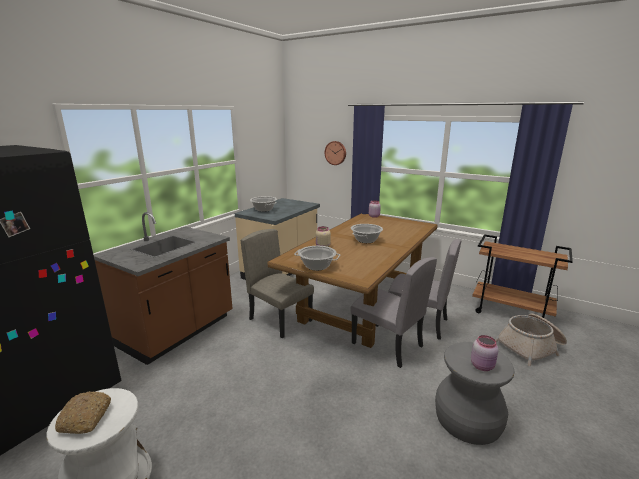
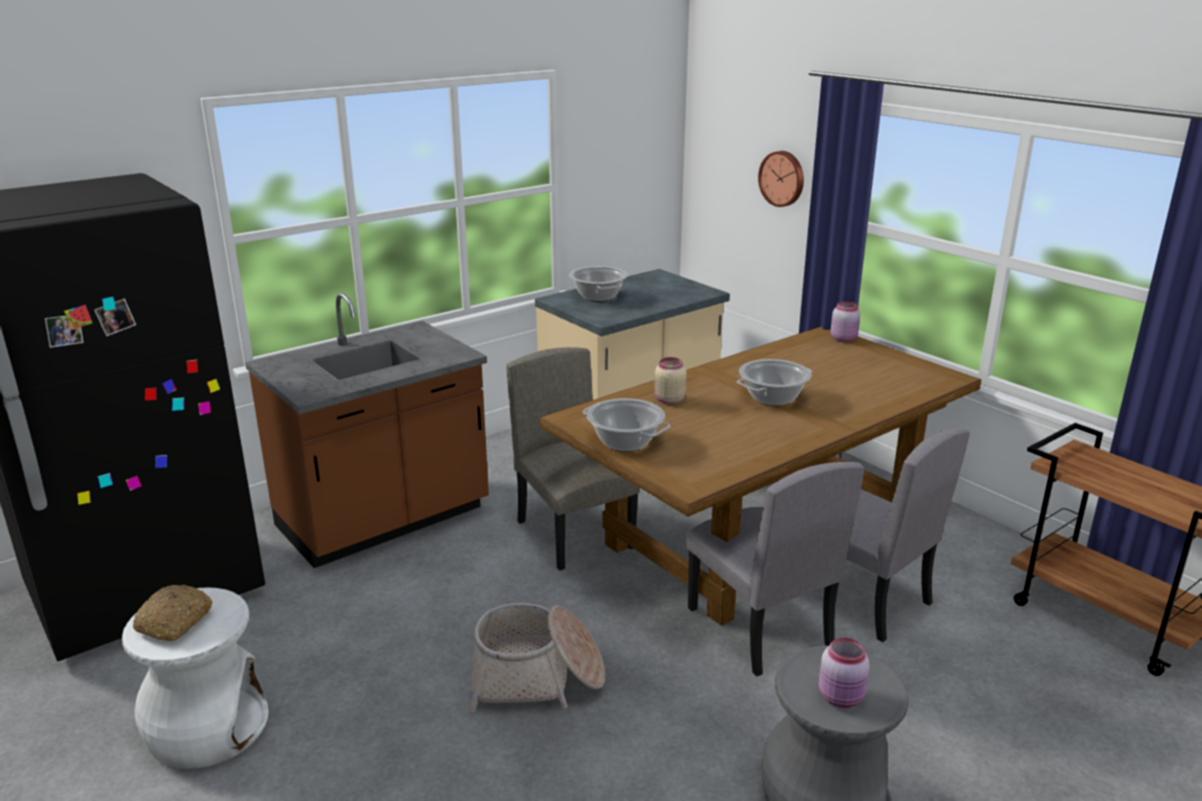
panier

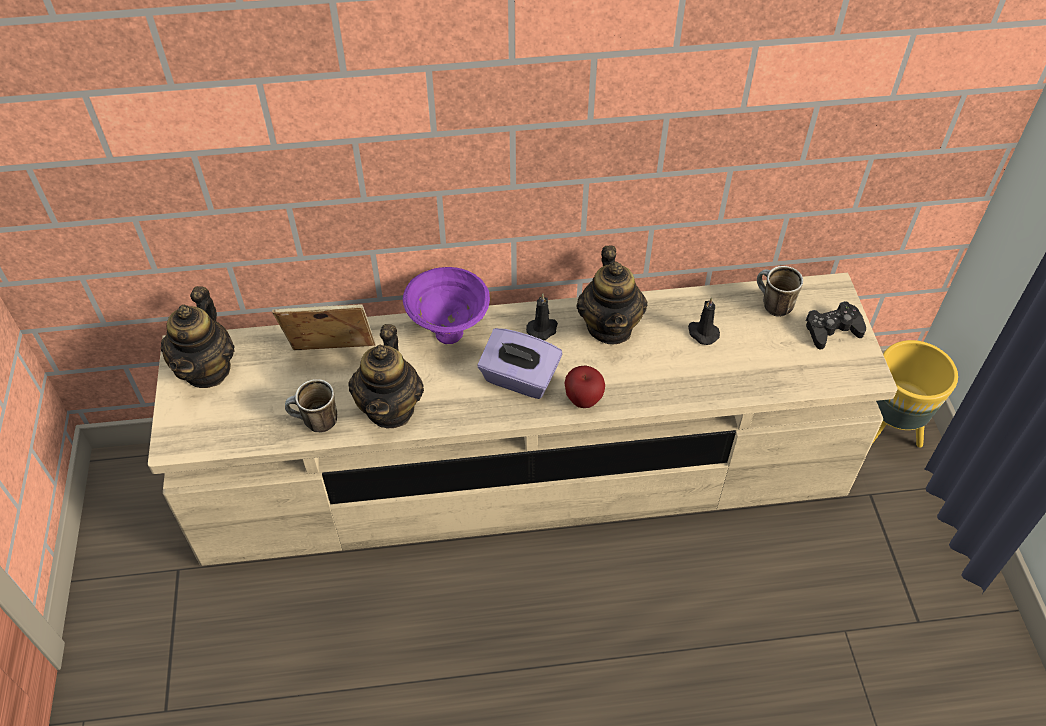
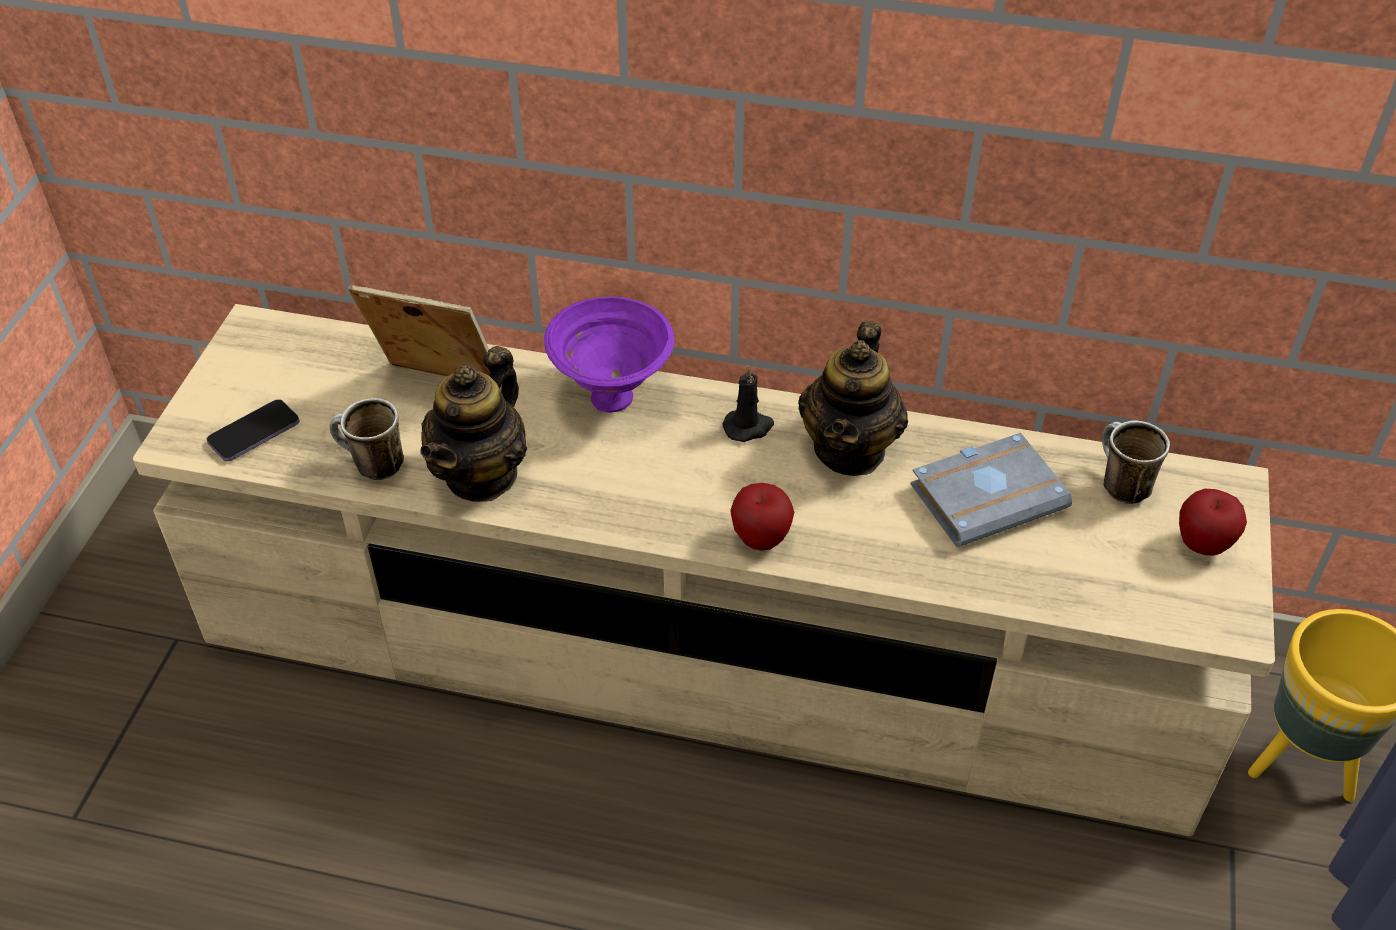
théière (no. 1 from left in the first image)
livre [gris]
pomme (no. 2 from left)
boîte à mouchoirs [violet]
téléphone

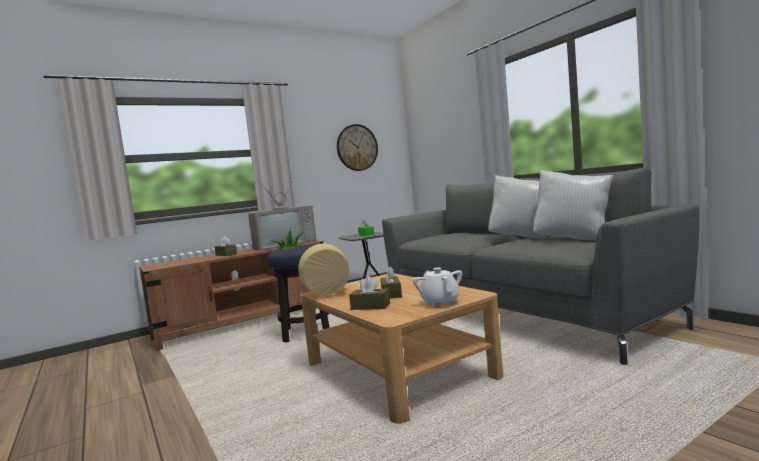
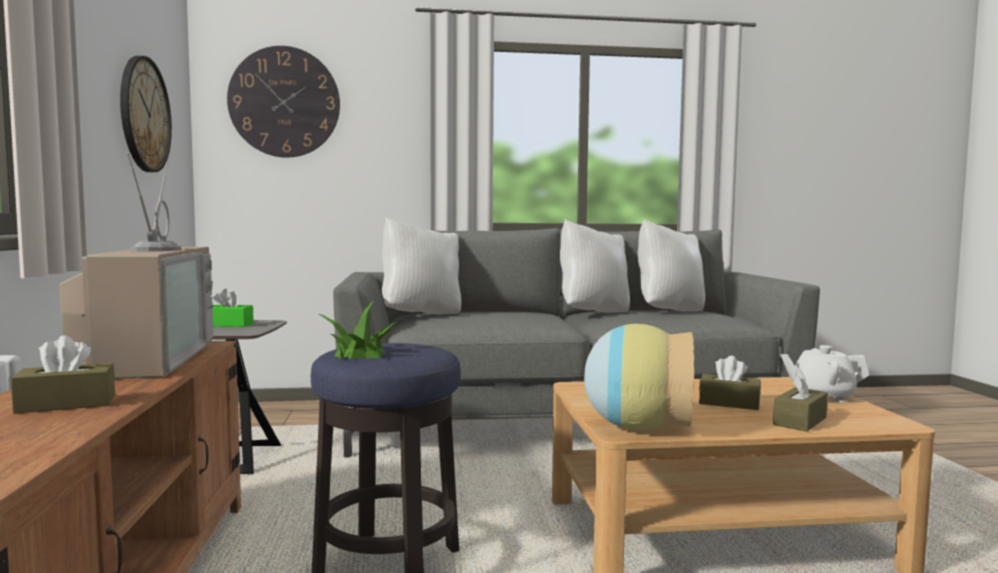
horloge murale (no. 2 from left)
coussin [blanc] (no. 1 from left)

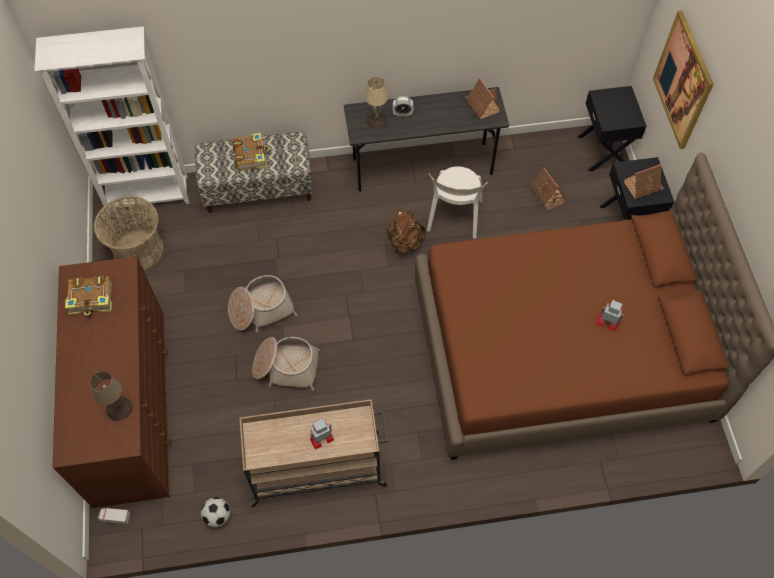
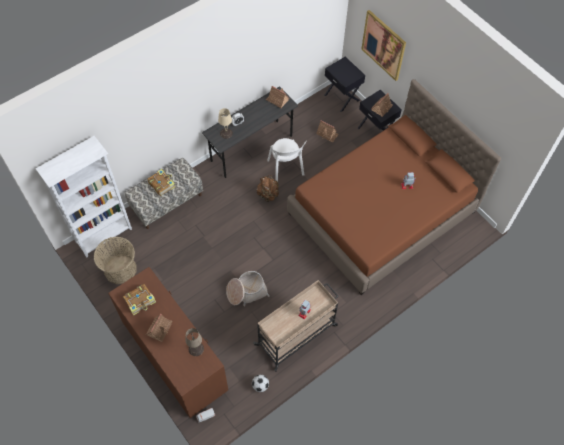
panier (no. 2 from left in the first image)
maison miniature (no. 1 from left)

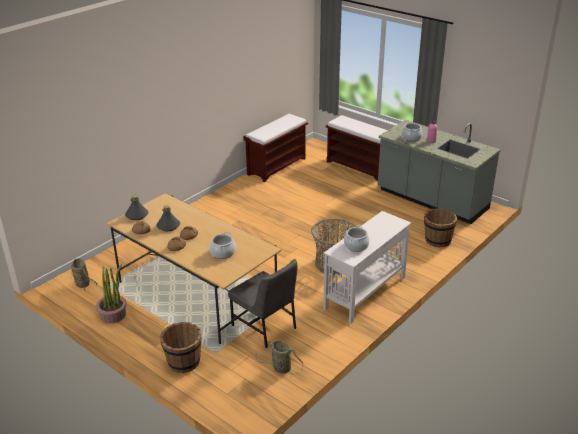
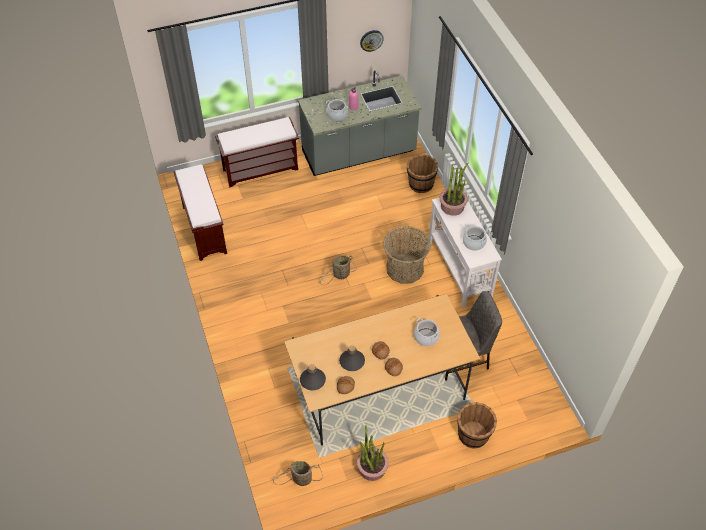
panier (no. 2 from left)
horloge murale
plante en pot (no. 2 from left)

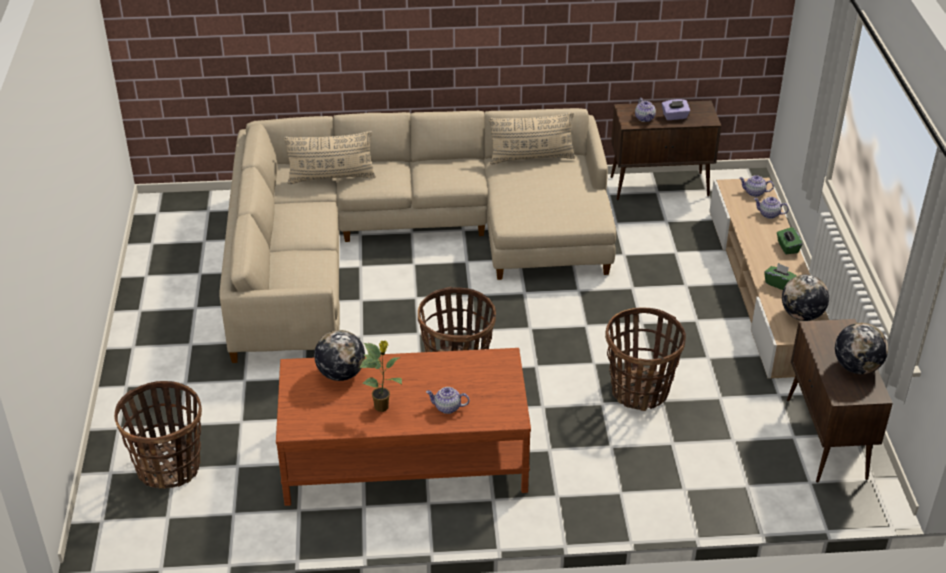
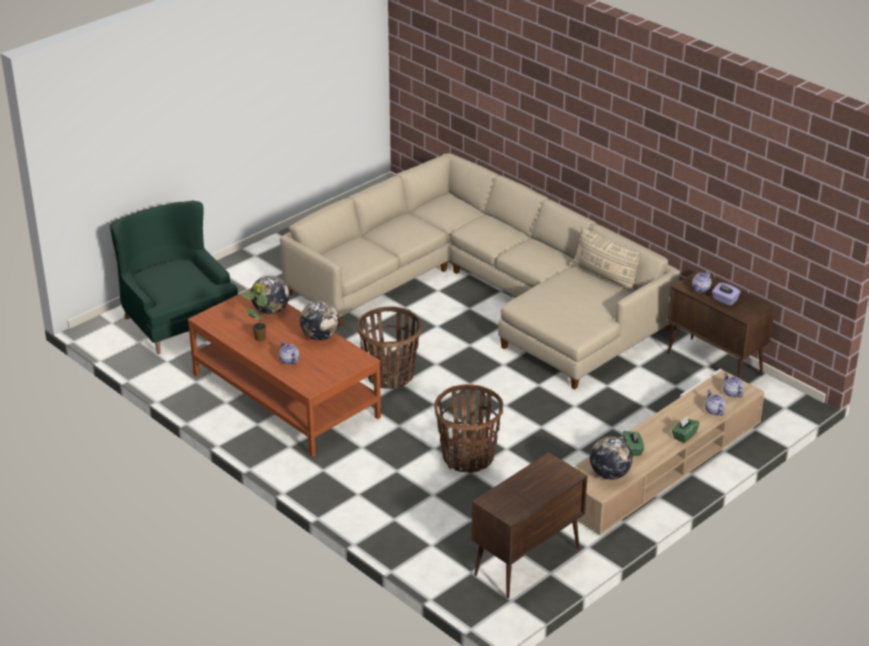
coussin [beige] (no. 1 from left in the first image)
globe (no. 2 from left)
fauteuil [vert]

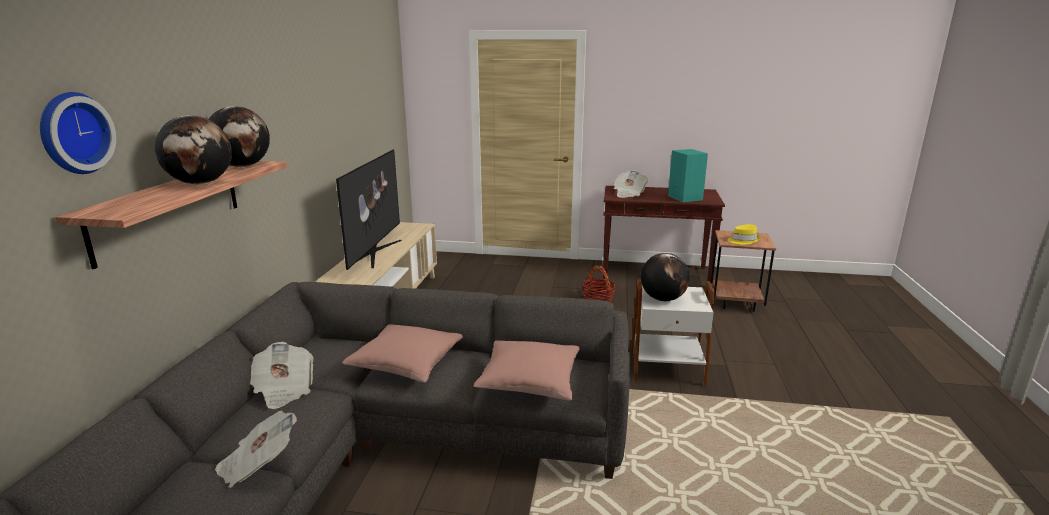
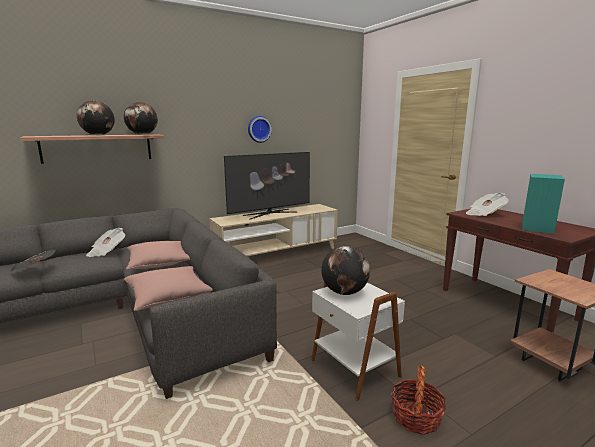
horloge murale
chapeau [jaune]
panier

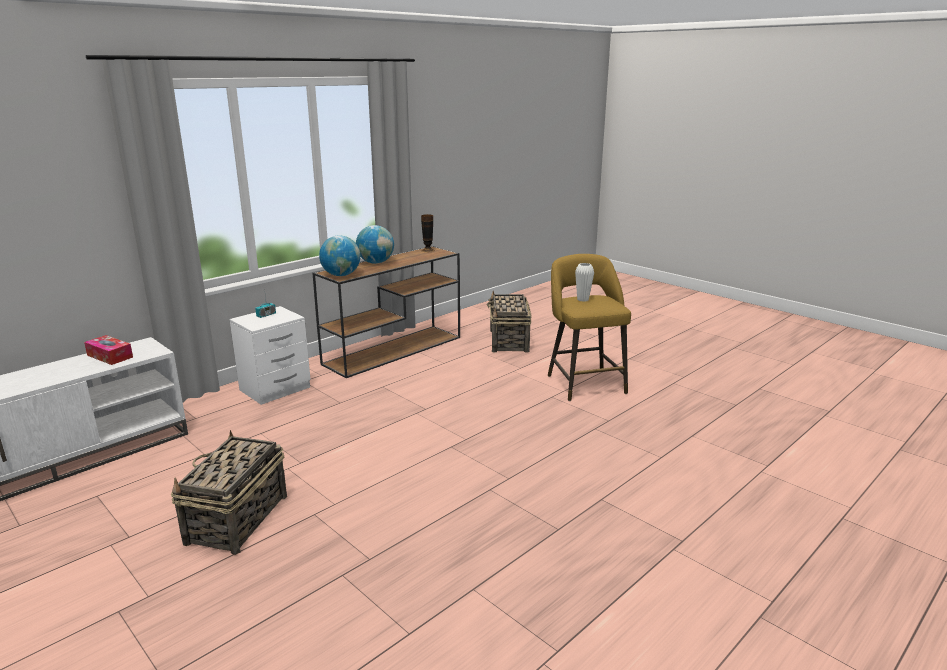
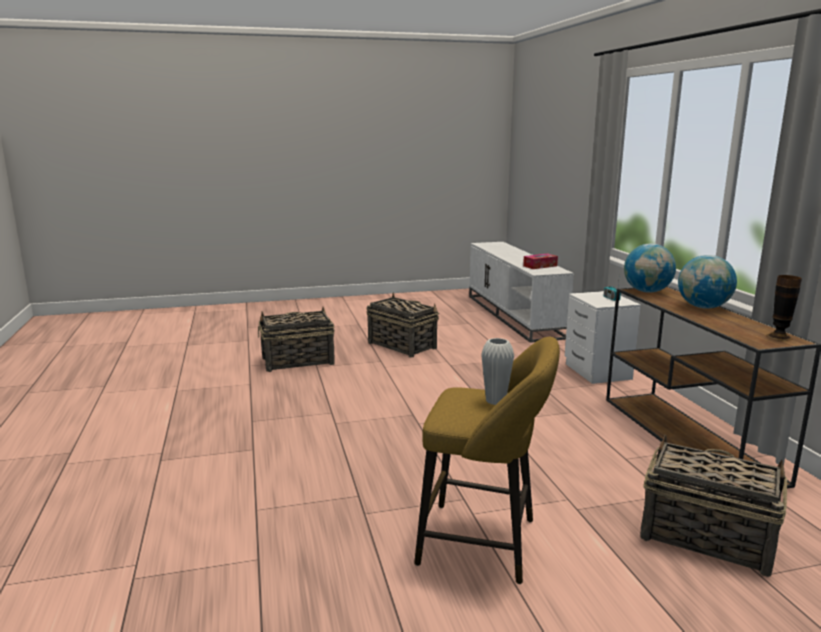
panier (no. 1 from left)

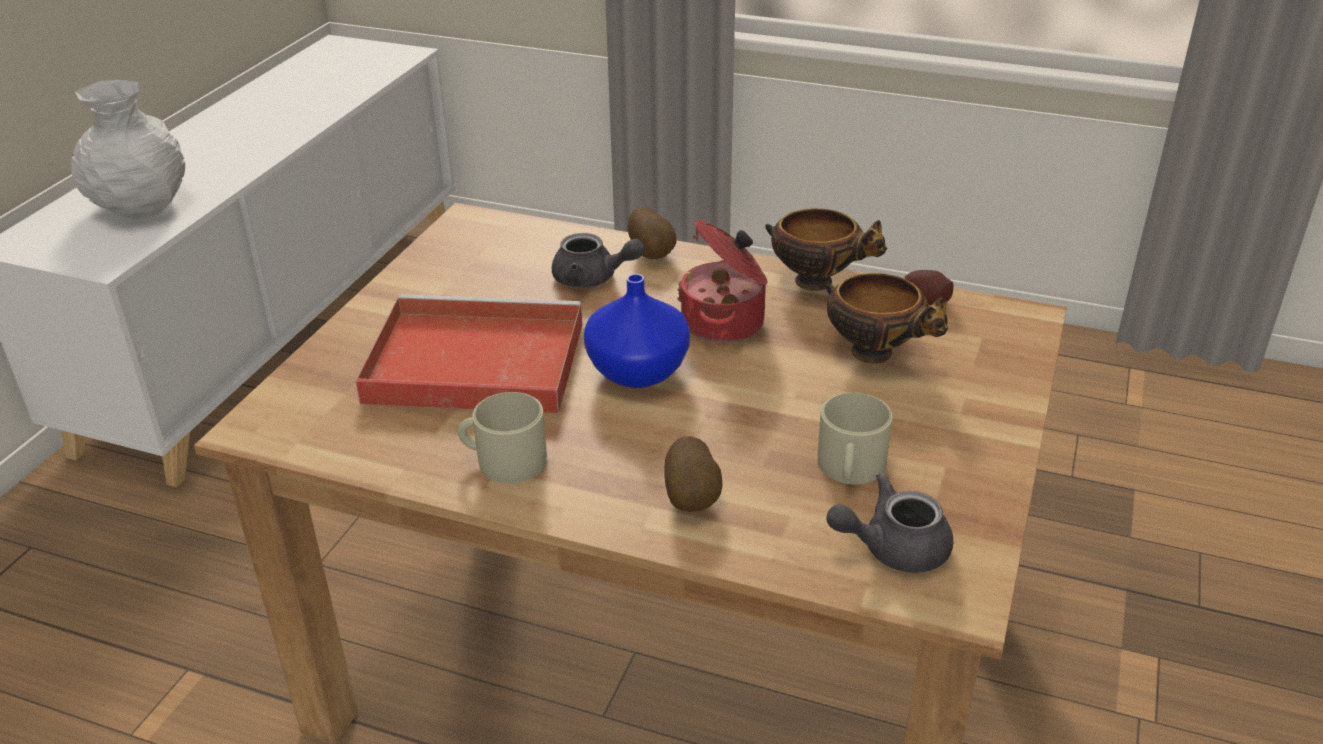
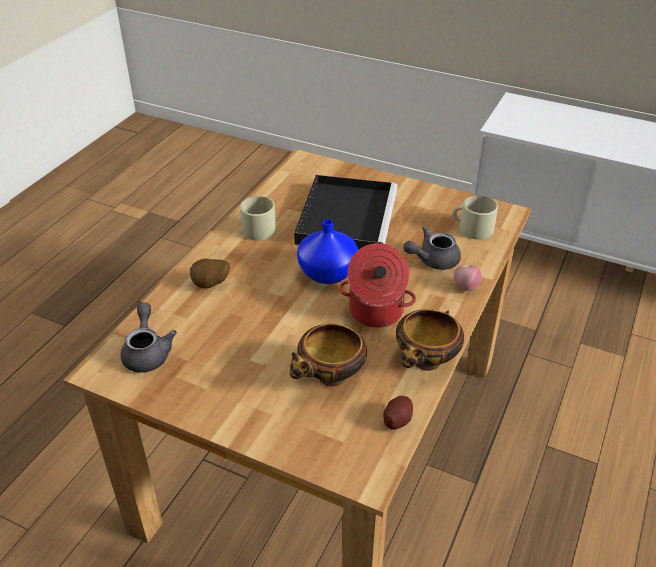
vase [blanc]
pomme
théière [gris] (no. 2 from left)
plateau [noir]
mug [beige] (no. 2 from left)

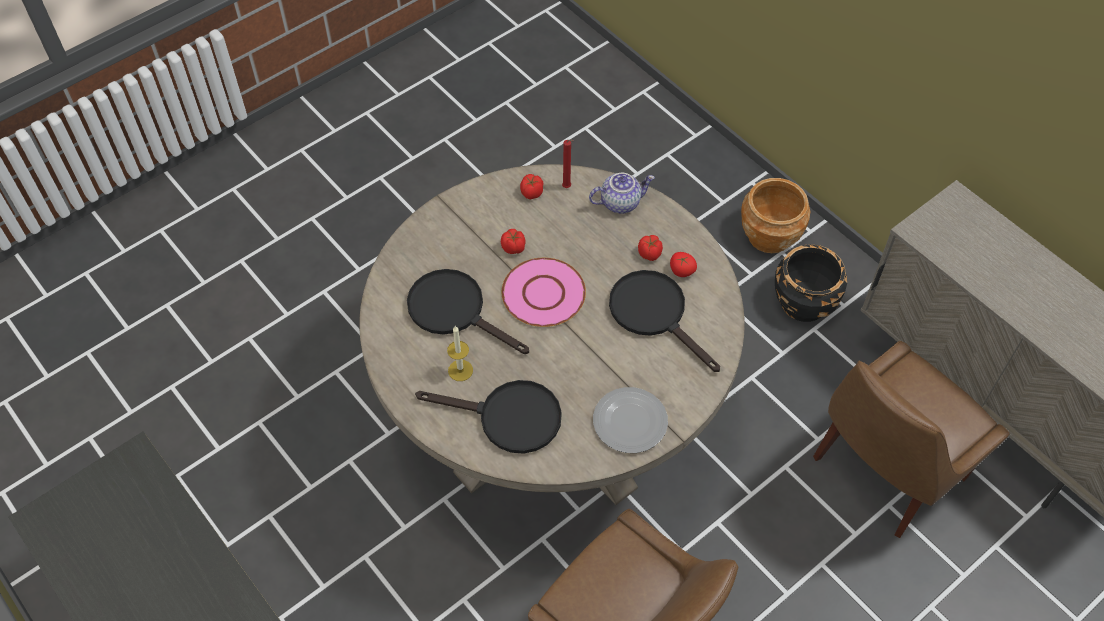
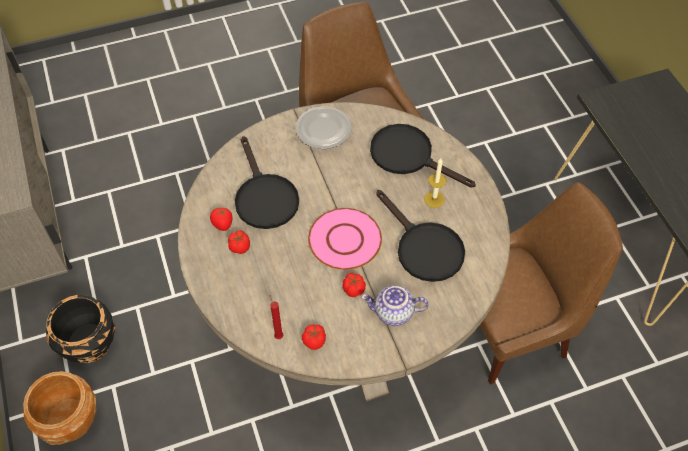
théière
chaise [marron] (no. 2 from left)

